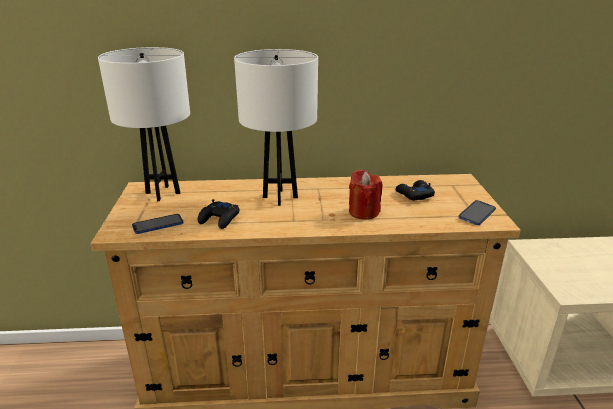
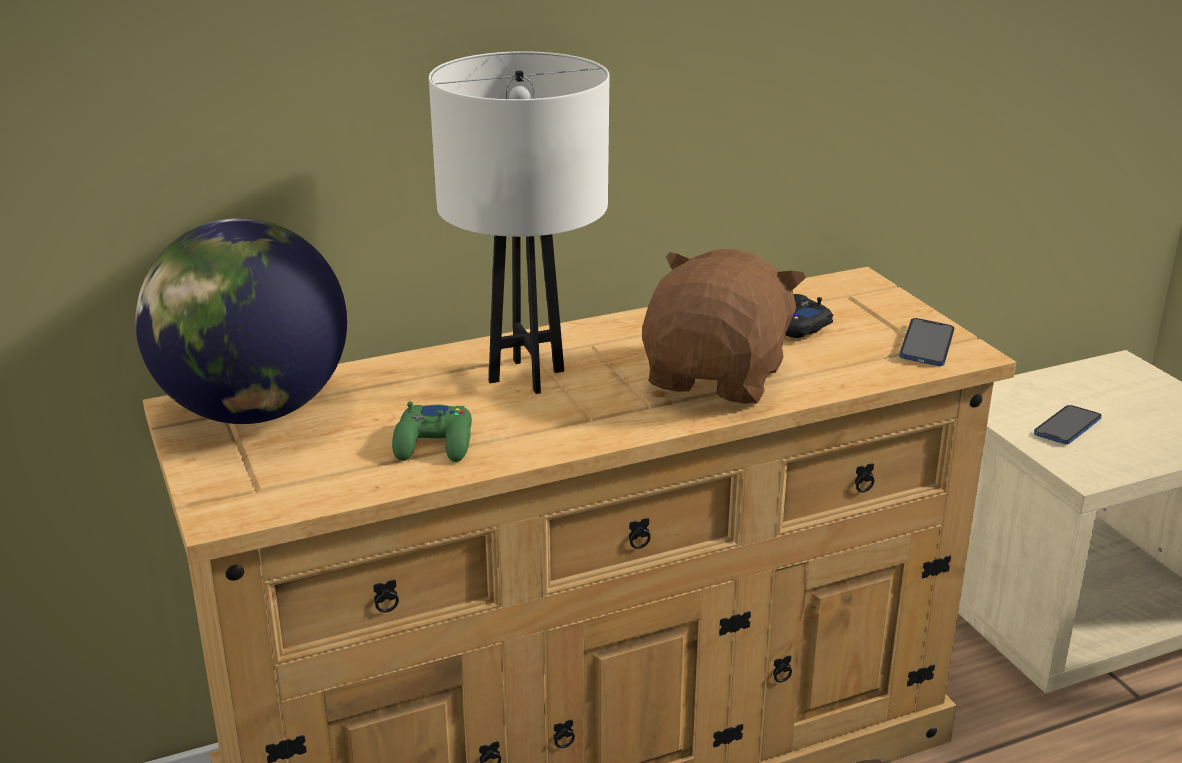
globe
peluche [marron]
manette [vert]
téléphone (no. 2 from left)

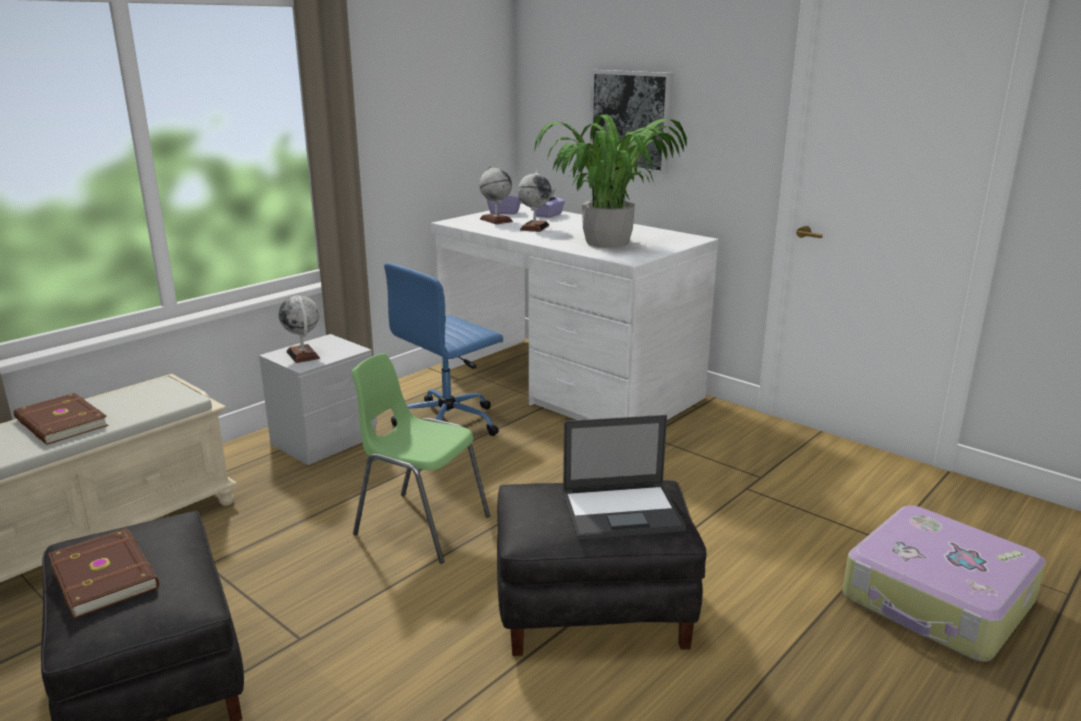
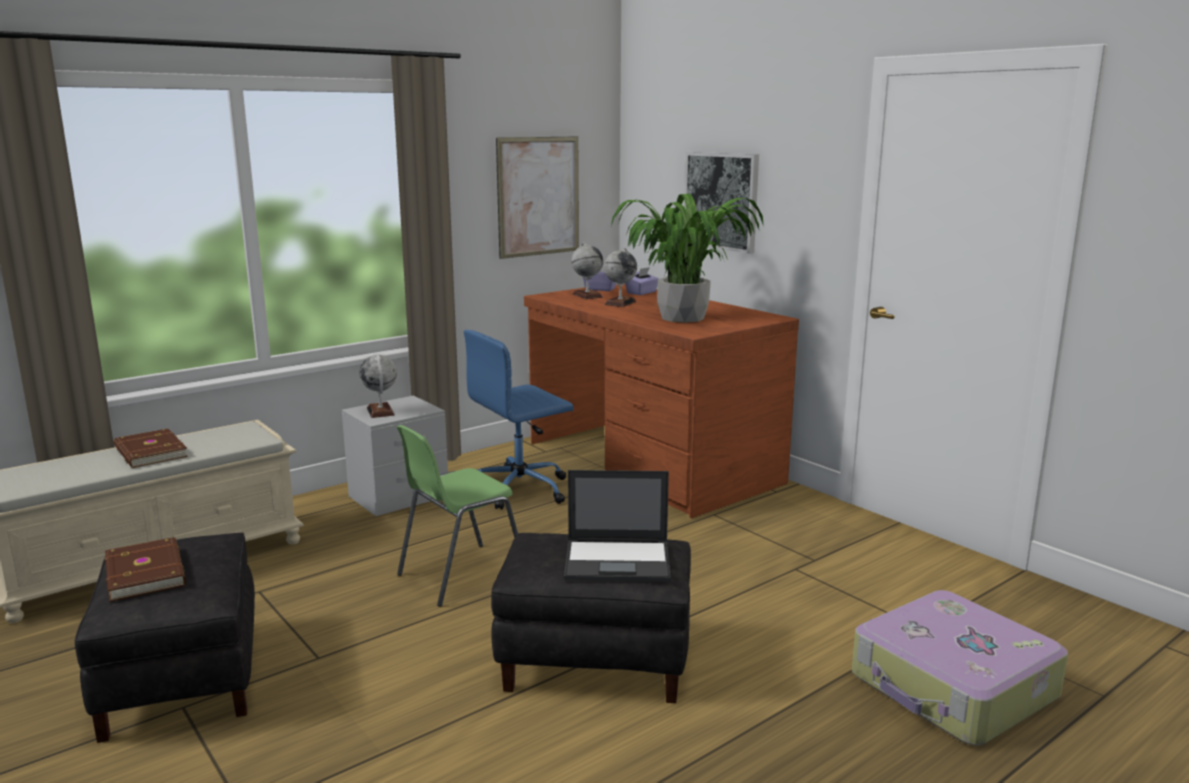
bureau [marron]
chaise [vert]
tableau (no. 1 from left)

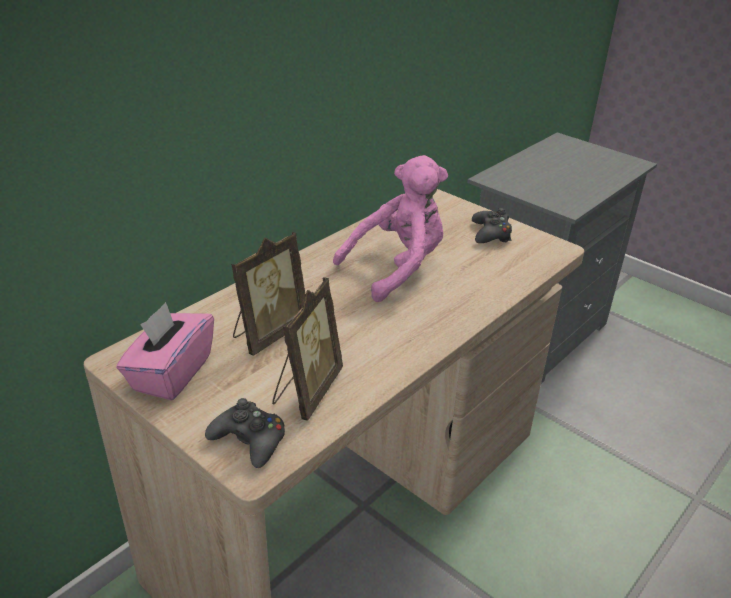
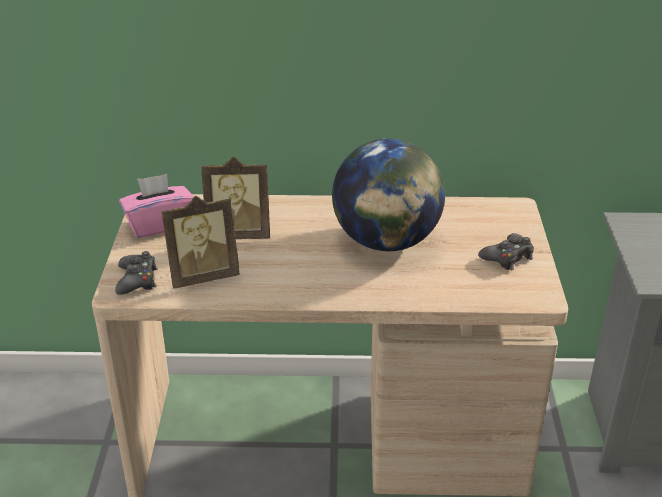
globe

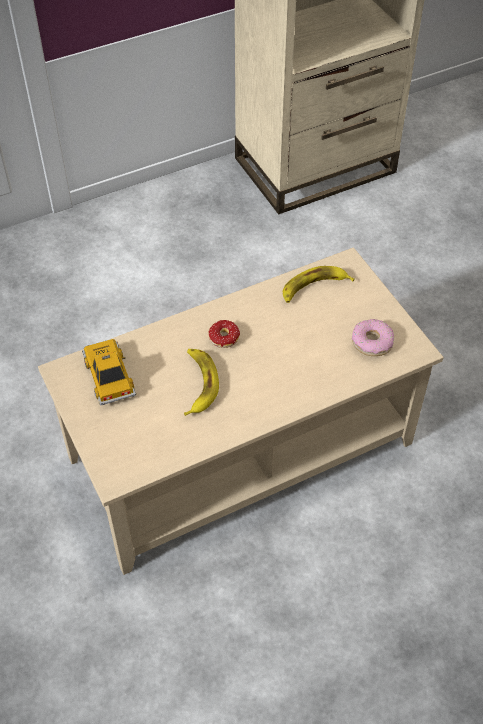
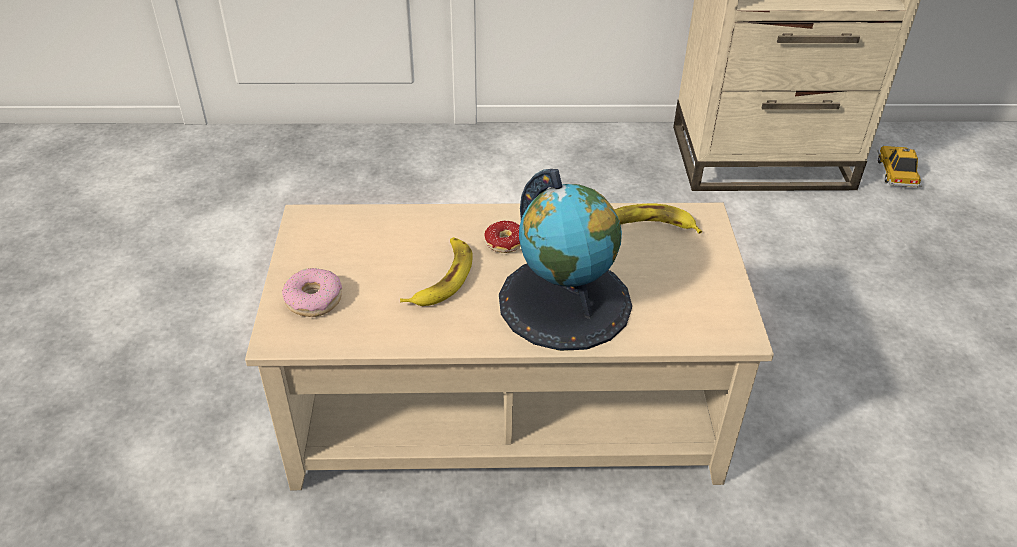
beignet (no. 1 from left)
petite voiture
globe

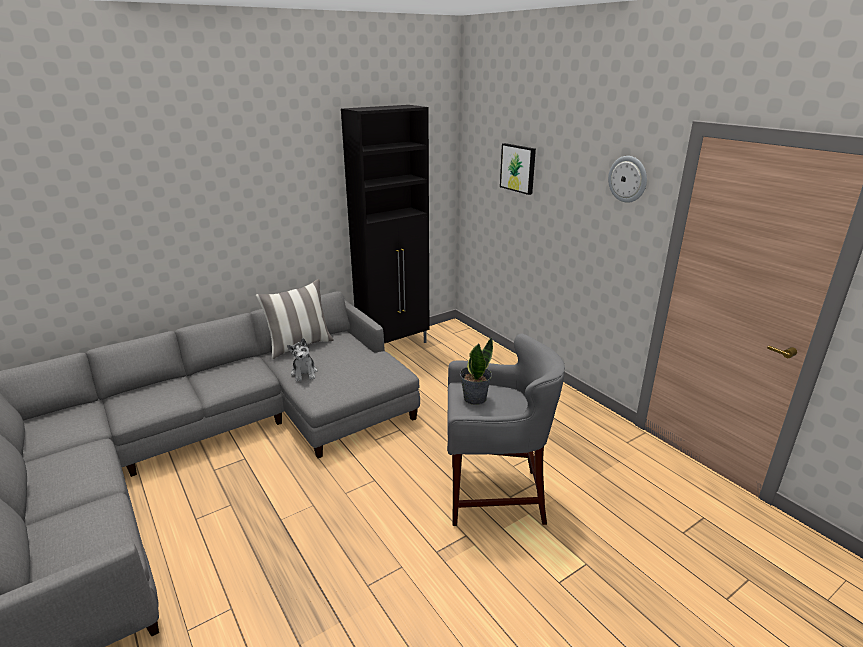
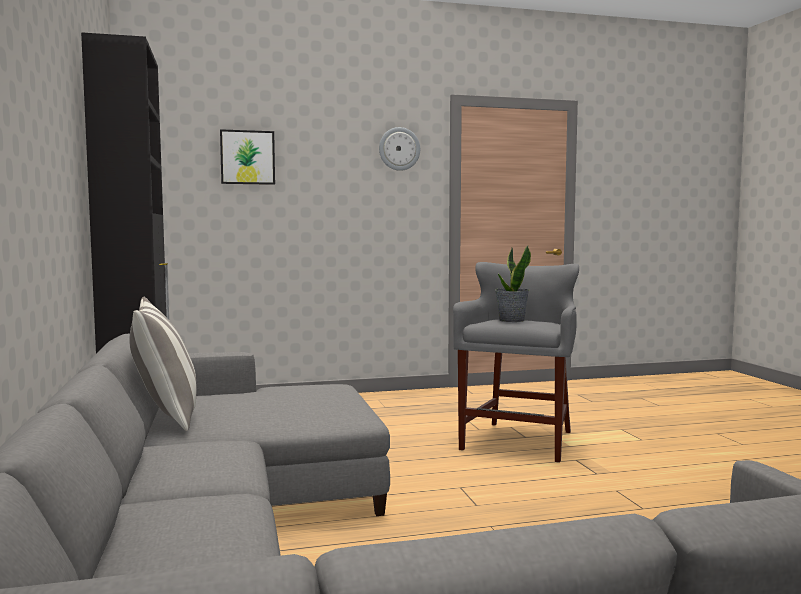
peluche

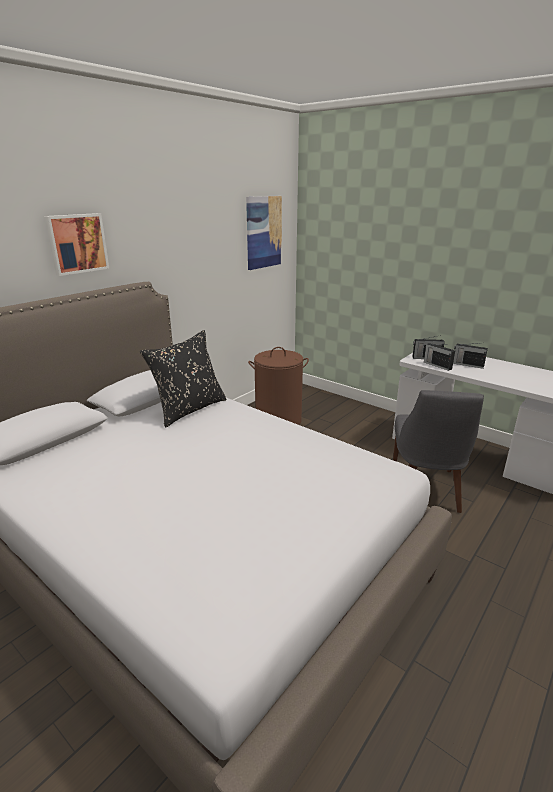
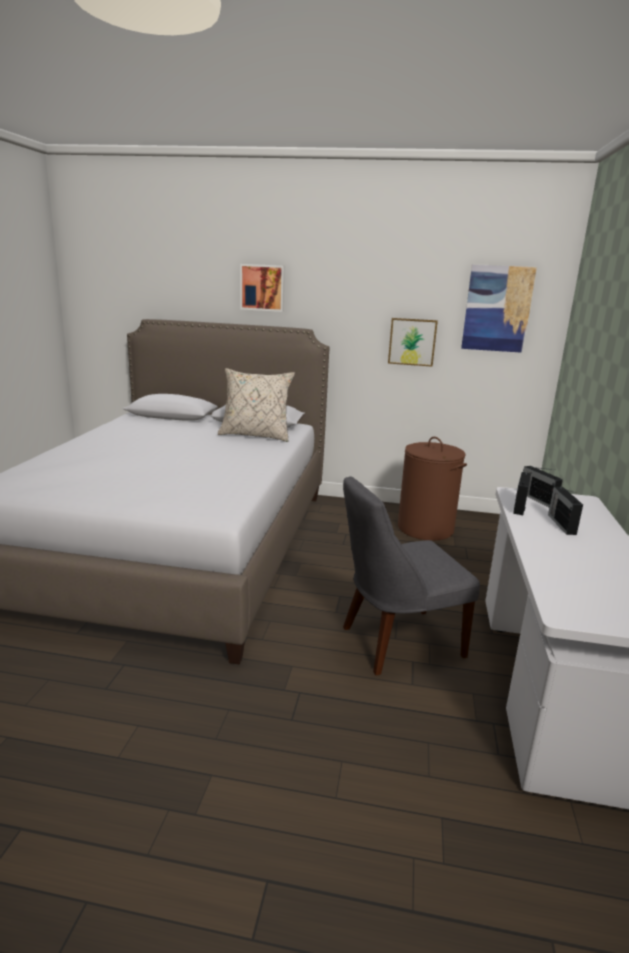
coussin [beige]
tableau (no. 2 from left)

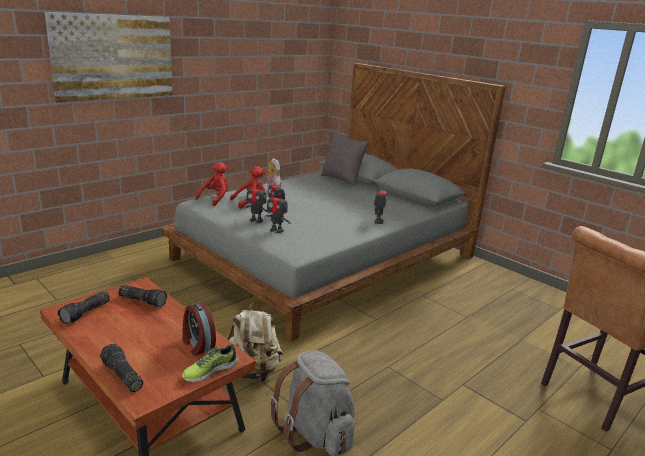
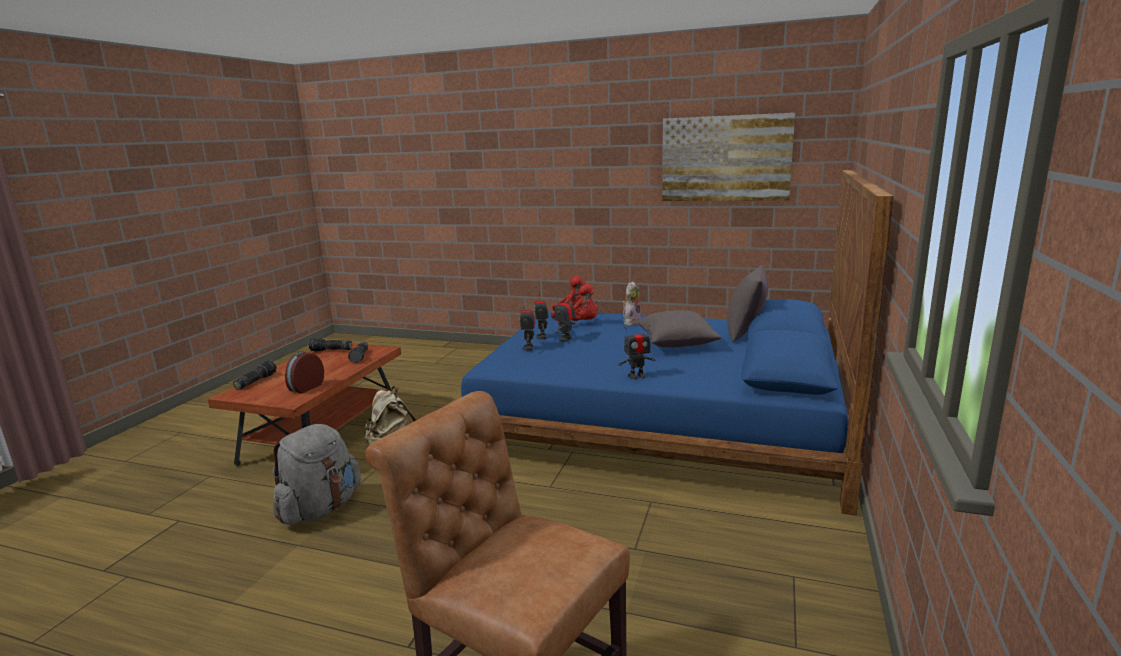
tableau
lit [bleu]
chaussure
coussin [gris] (no. 1 from left)

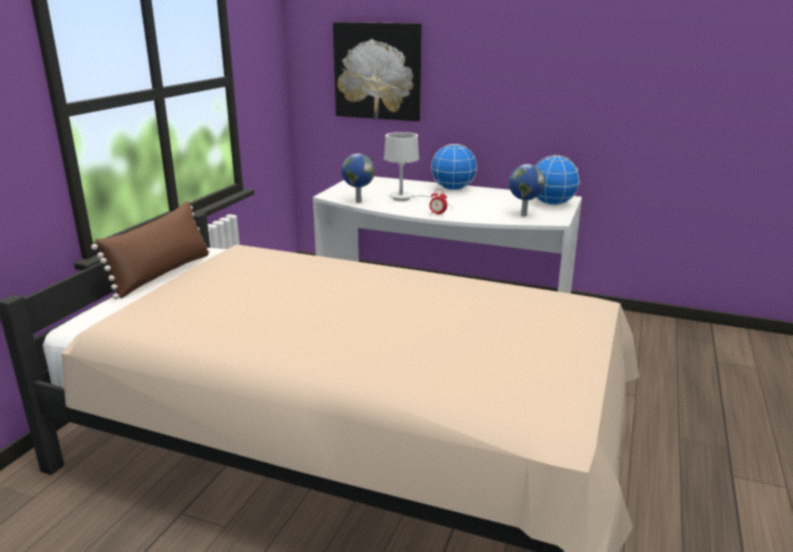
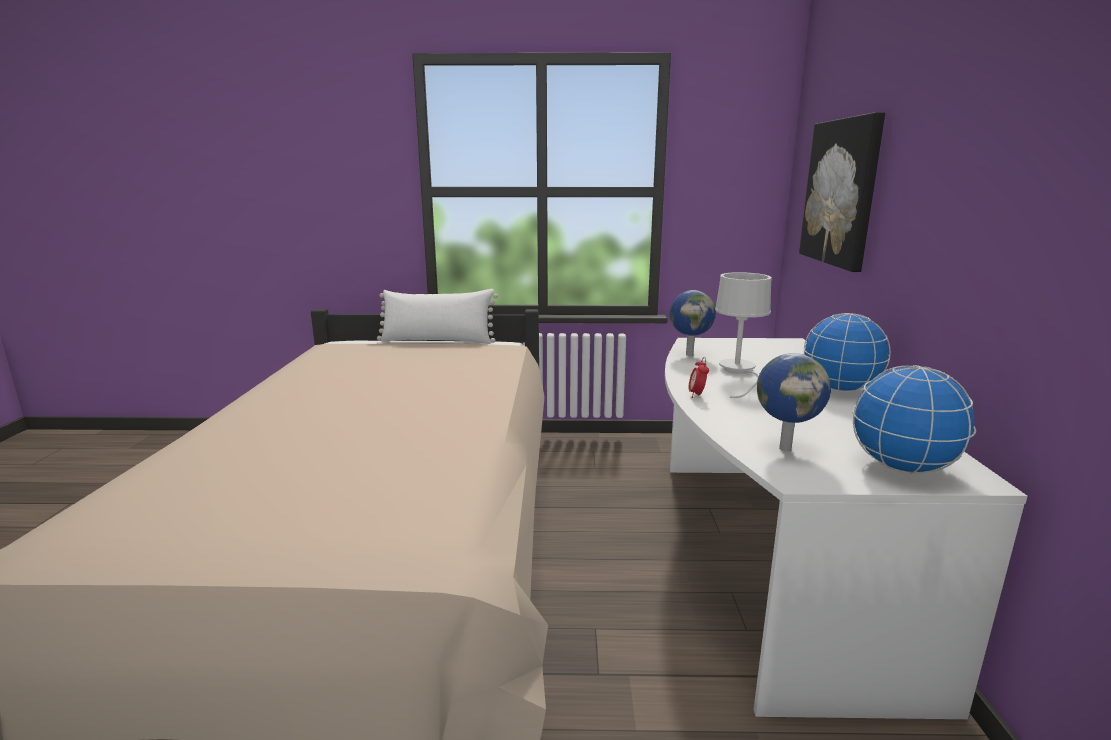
coussin [blanc]

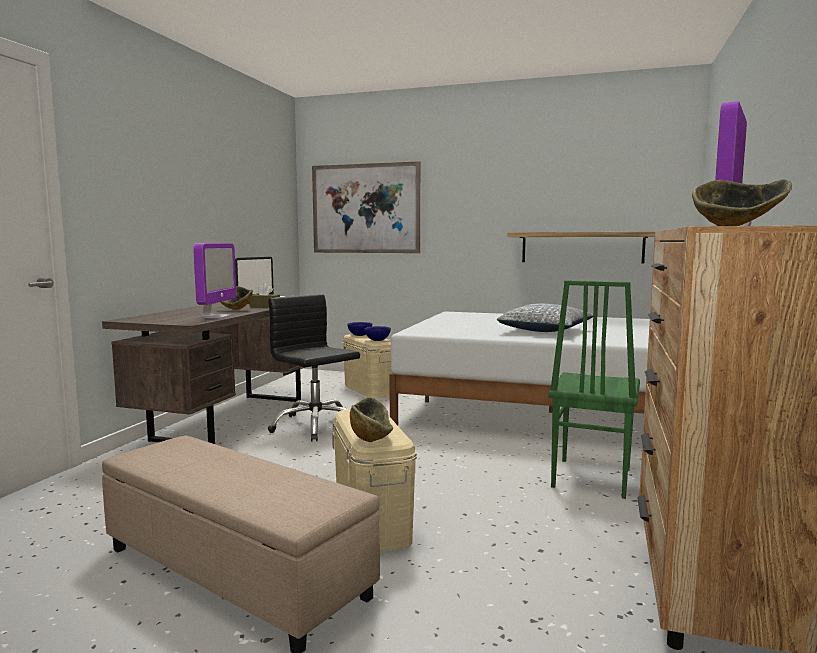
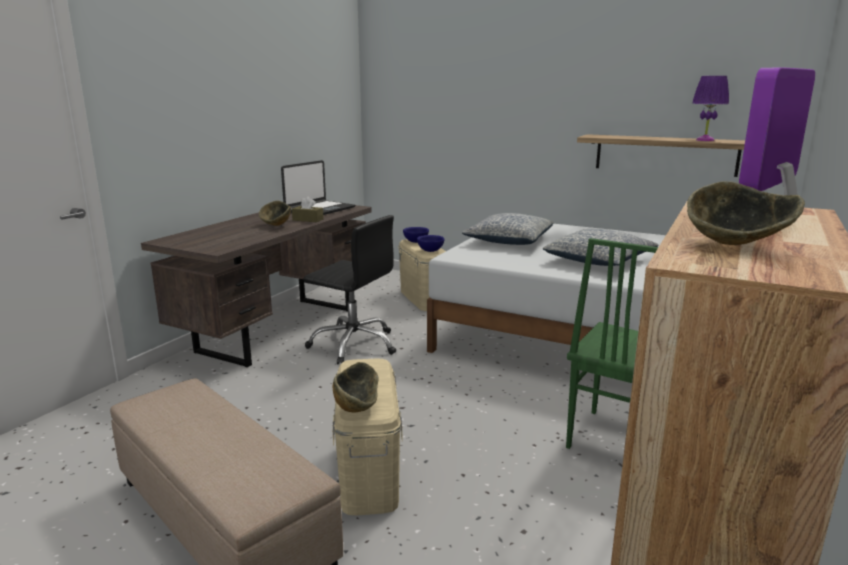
tableau
écran d'ordinateur (no. 1 from left in the first image)
chaise de bureau [noir]
lampe de table [violet]
coussin (no. 1 from left)

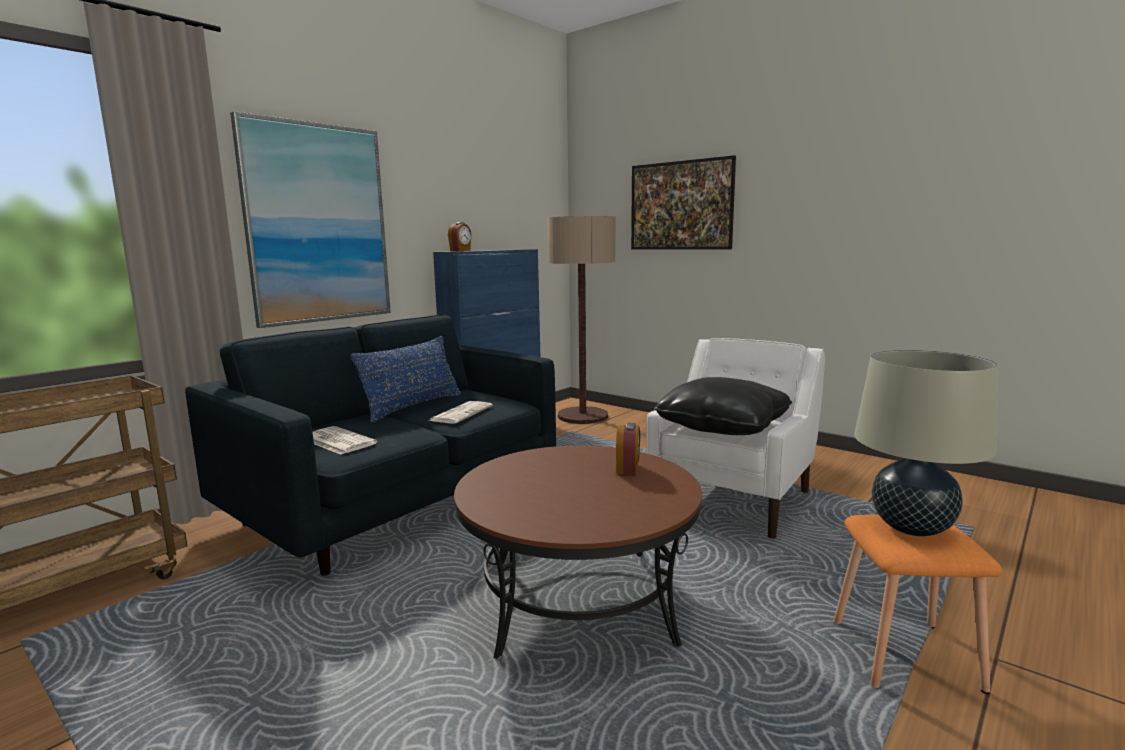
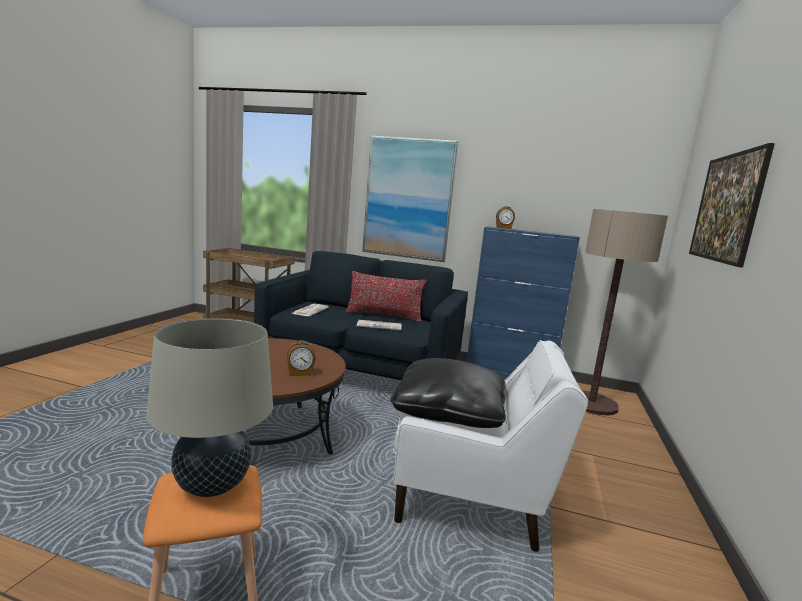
coussin [rouge]

